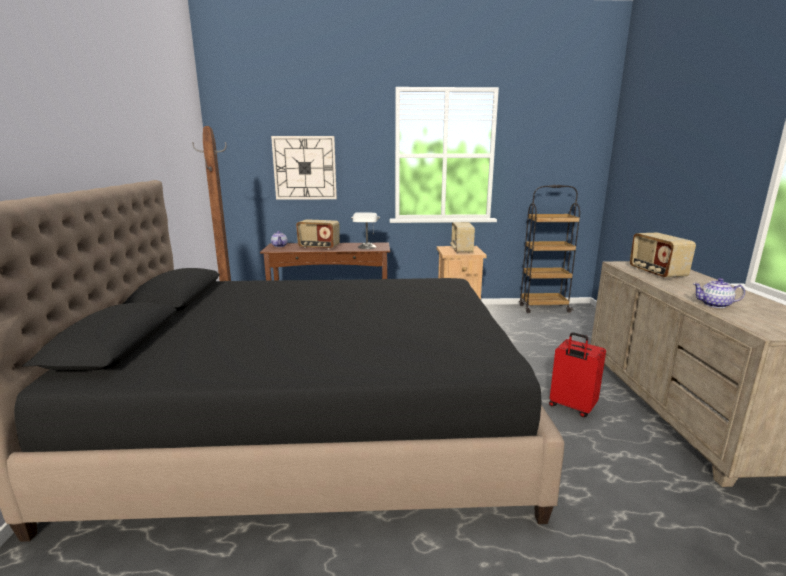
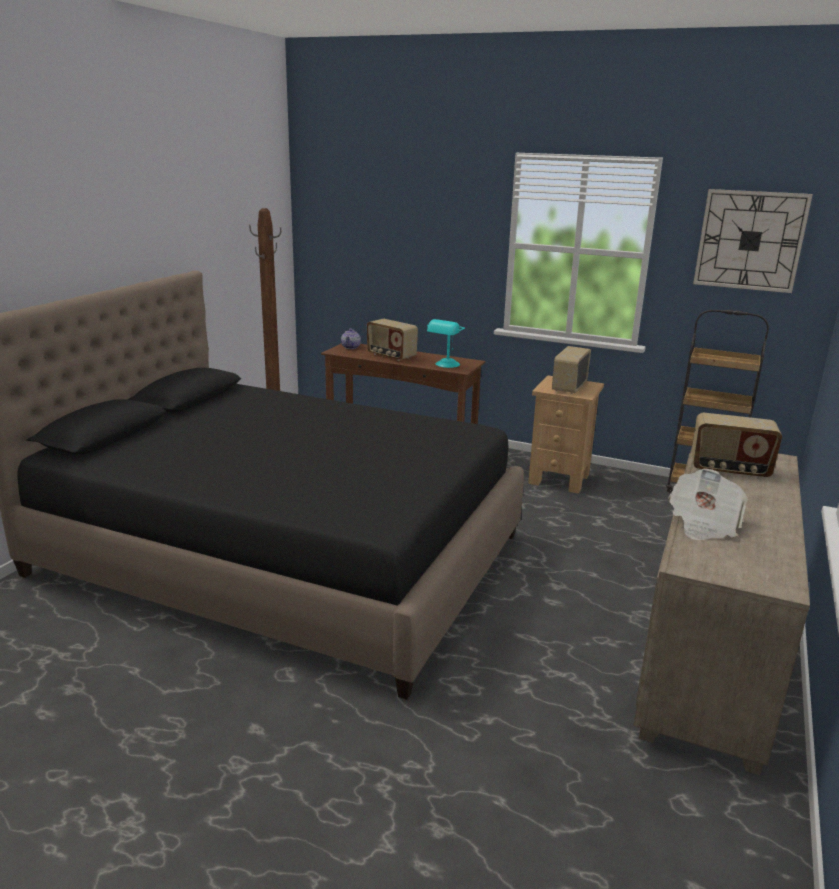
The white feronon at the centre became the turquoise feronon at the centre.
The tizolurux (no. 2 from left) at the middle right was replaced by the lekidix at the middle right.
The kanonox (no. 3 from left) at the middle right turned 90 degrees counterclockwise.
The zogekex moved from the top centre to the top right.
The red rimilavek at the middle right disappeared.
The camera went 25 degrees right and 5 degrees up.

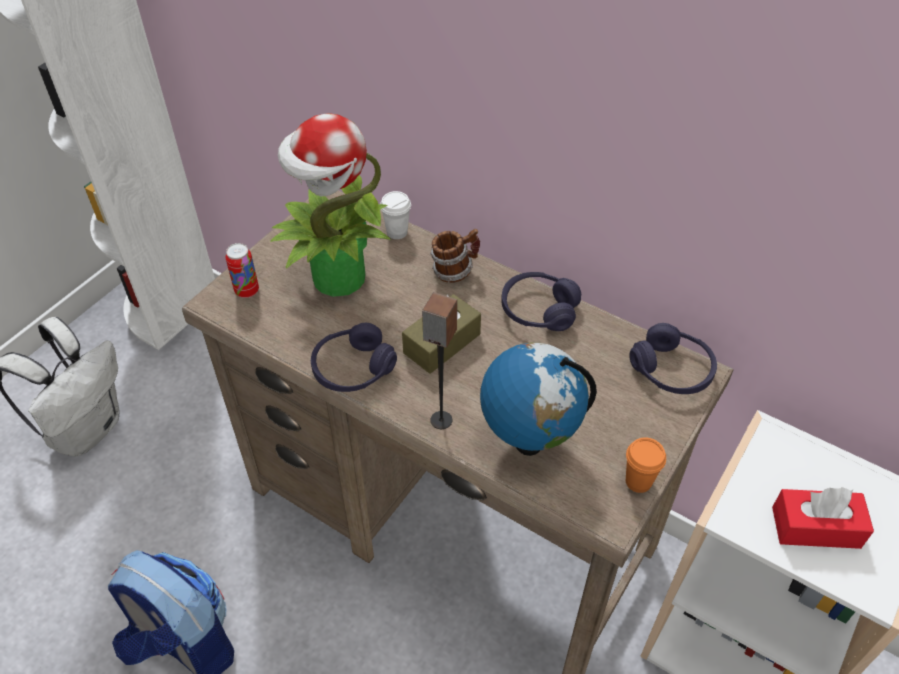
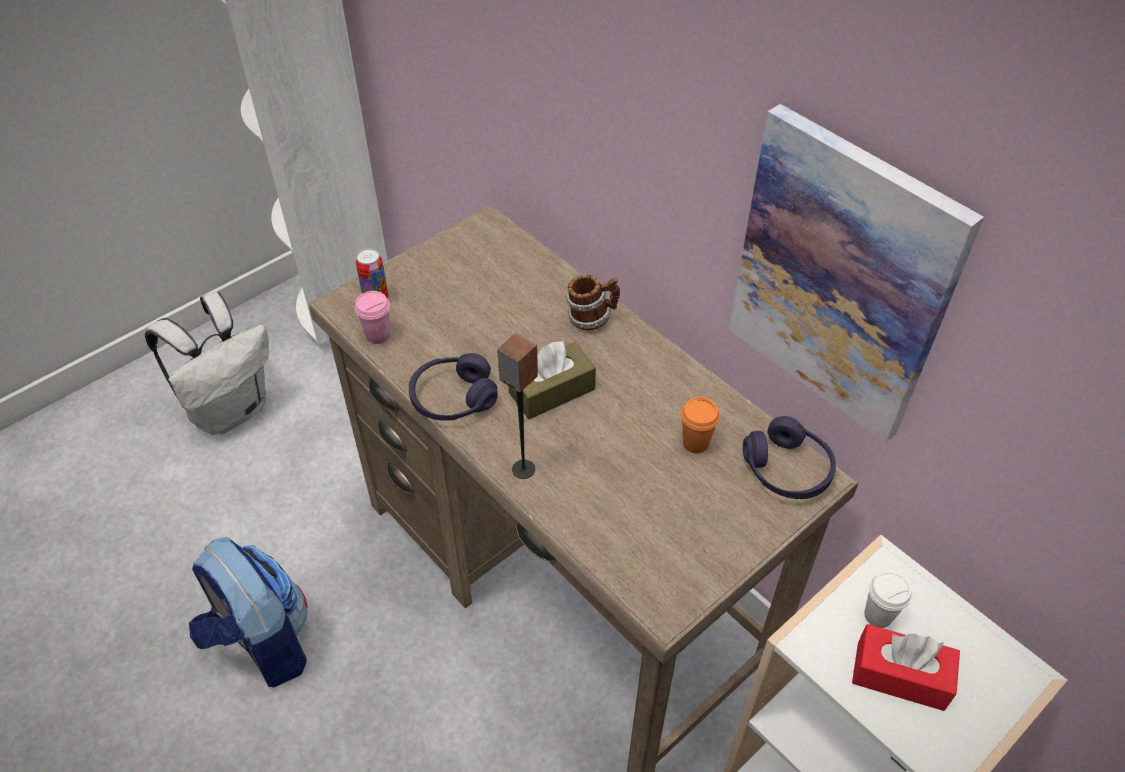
The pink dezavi at the middle left appeared.
The orange dezavi moved from the bottom right to the centre.
The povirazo at the middle right appeared.
The white dezavi moved from the top centre to the bottom right.
The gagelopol at the top centre disappeared.
The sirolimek at the centre disappeared.
The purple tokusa (no. 2 from left) at the centre disappeared.
The camera went 15 degrees right and 0 degrees up.

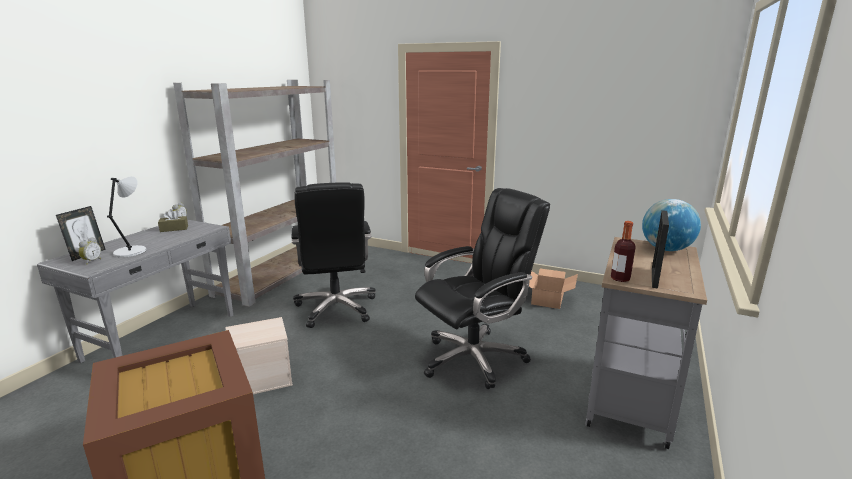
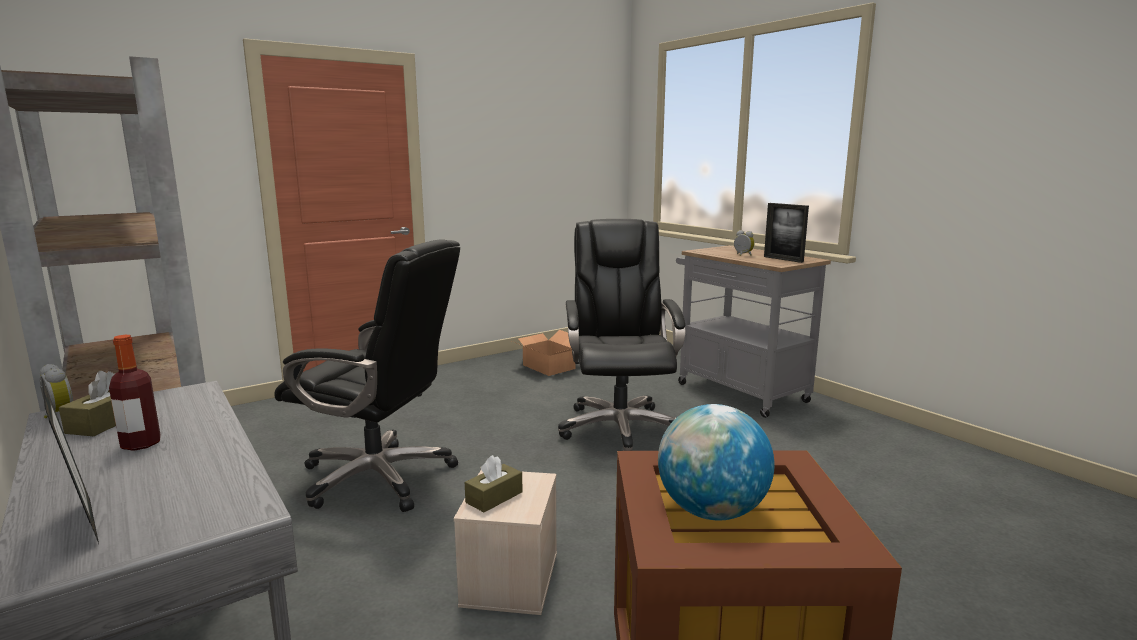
The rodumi moved from the middle right to the middle left.
The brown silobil (no. 2 from left) at the bottom centre appeared.
The sirolimek moved from the middle right to the bottom centre.
The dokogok (no. 1 from left in the first image) moved from the middle left to the centre.
The grey feronon at the middle left disappeared.
The camera went 60 degrees left and 5 degrees down.

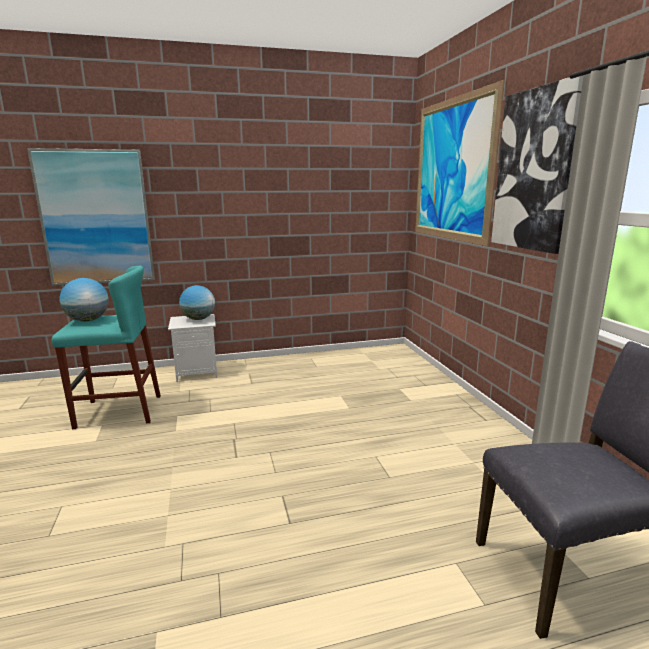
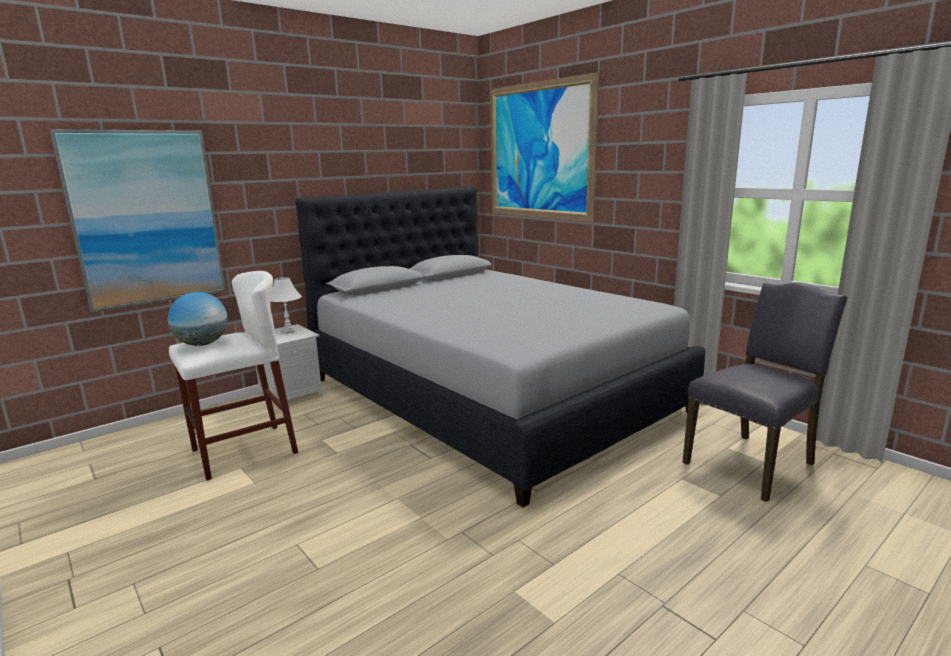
The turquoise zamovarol at the middle left became the white zamovarol at the middle left.
The sirolimek (no. 2 from left) at the middle left was replaced by the white feronon at the middle left.
The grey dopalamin at the centre appeared.
The povirazo (no. 3 from left) at the top right disappeared.
The camera went 25 degrees left and 0 degrees up.

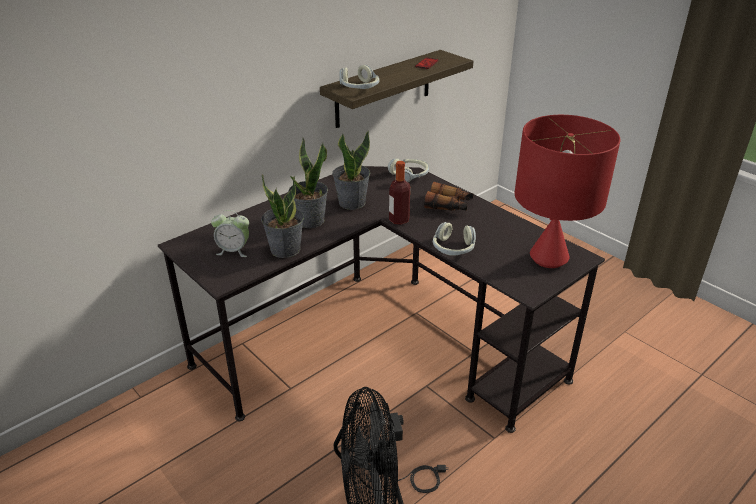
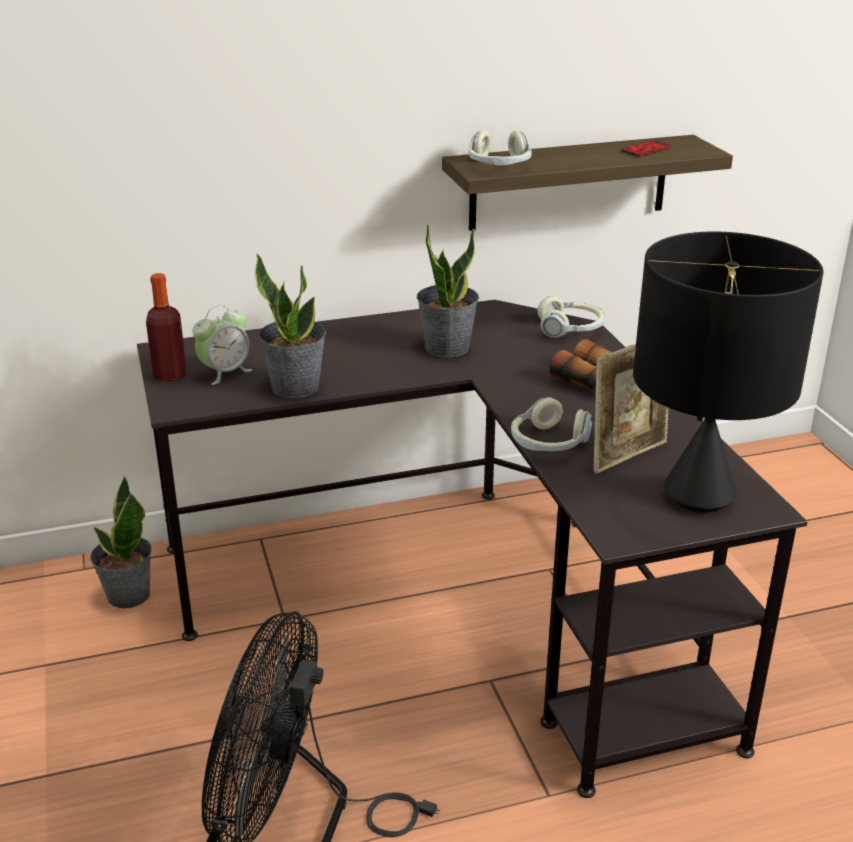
The gagelopol (no. 2 from left in the first image) moved from the centre to the middle left.
The rodumi moved from the centre to the middle left.
The dokogok at the middle left turned 75 degrees counterclockwise.
The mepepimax at the middle right appeared.
The red feronon at the middle right became the black feronon at the middle right.
The camera went 25 degrees right and 5 degrees down.

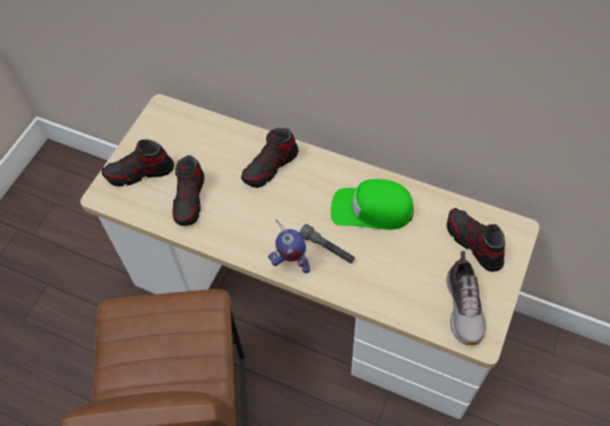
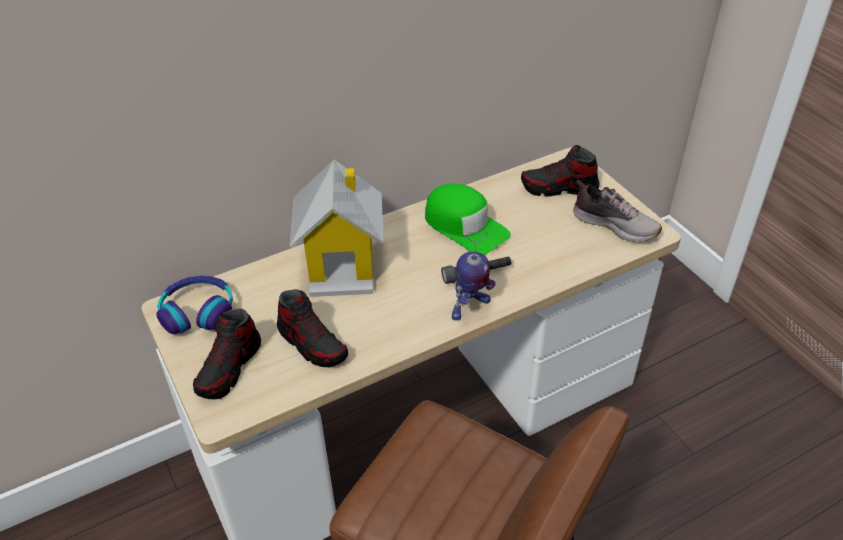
The tokusa at the middle left appeared.
The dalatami (no. 3 from left) at the centre was replaced by the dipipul at the centre.
The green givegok at the centre turned 90 degrees counterclockwise.
The camera went 55 degrees left and 15 degrees down.

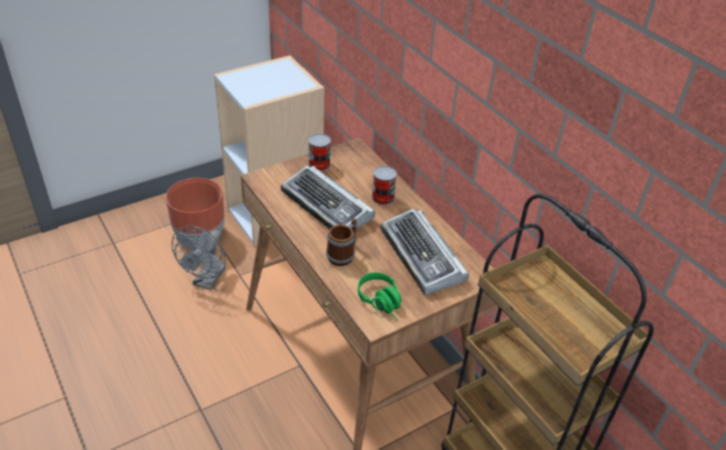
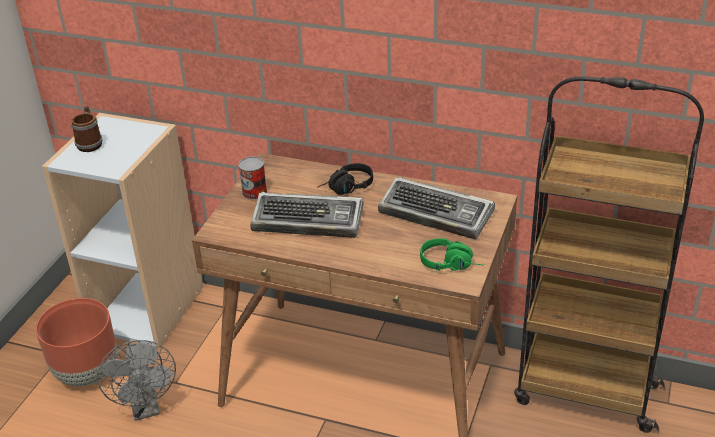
The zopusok moved from the centre to the top left.
The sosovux (no. 2 from left) at the centre was replaced by the black tokusa at the centre.
The camera went 35 degrees left and 5 degrees down.

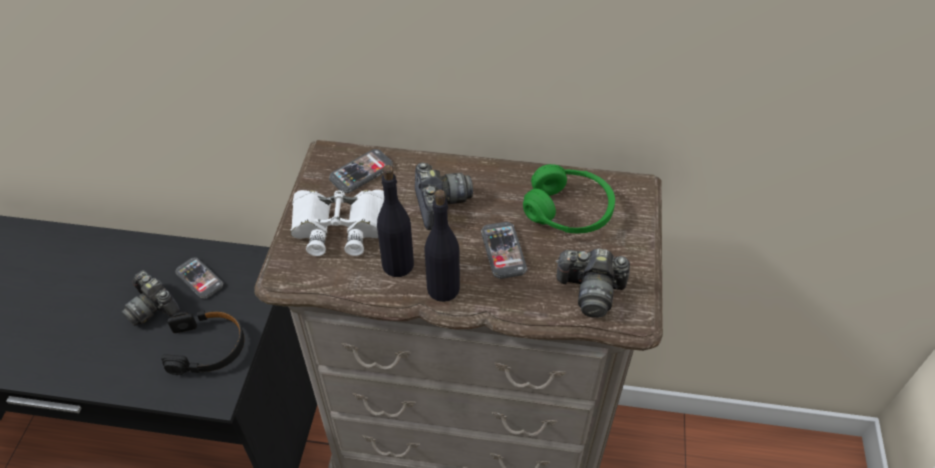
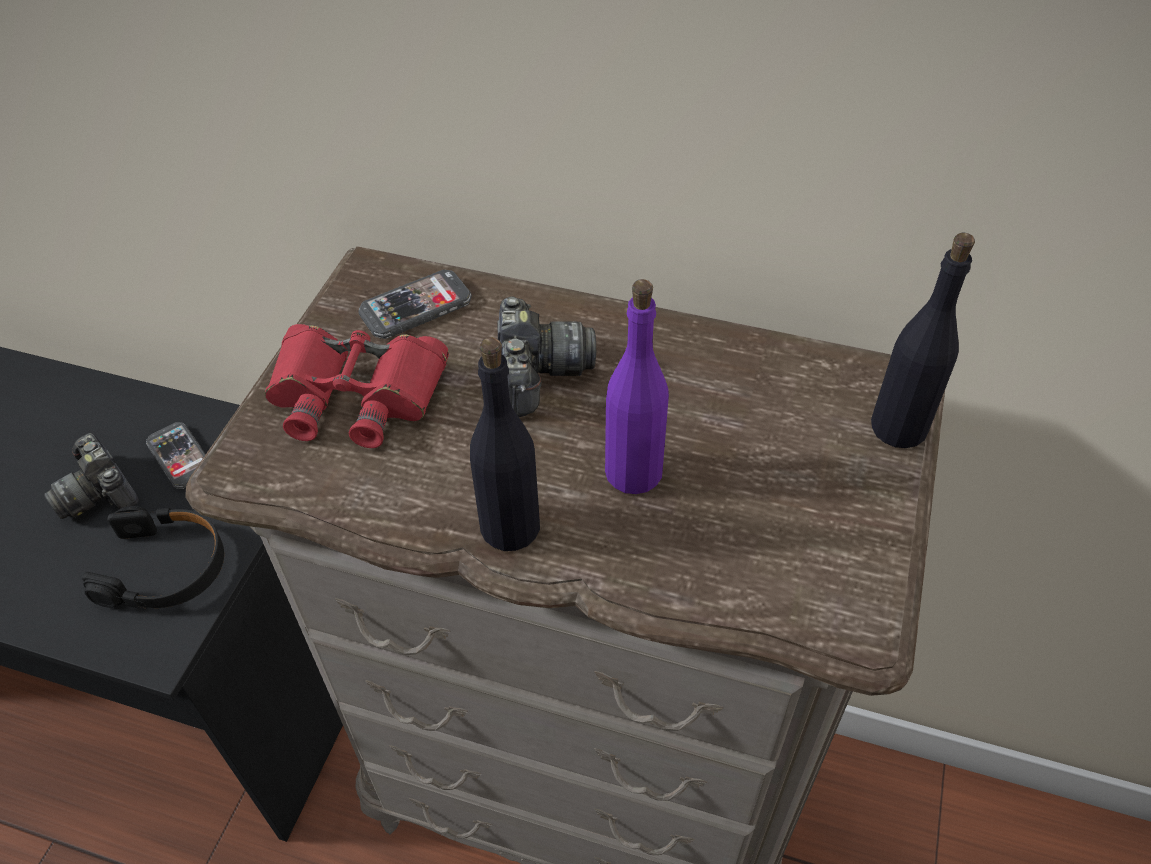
The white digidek at the centre became the red digidek at the middle left.
The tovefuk (no. 3 from left) at the centre was replaced by the purple rodumi at the centre.
The black rodumi (no. 1 from left in the first image) moved from the centre to the middle right.
The green tokusa at the centre disappeared.
The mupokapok (no. 3 from left) at the centre disappeared.
The camera went 10 degrees right and 0 degrees up.

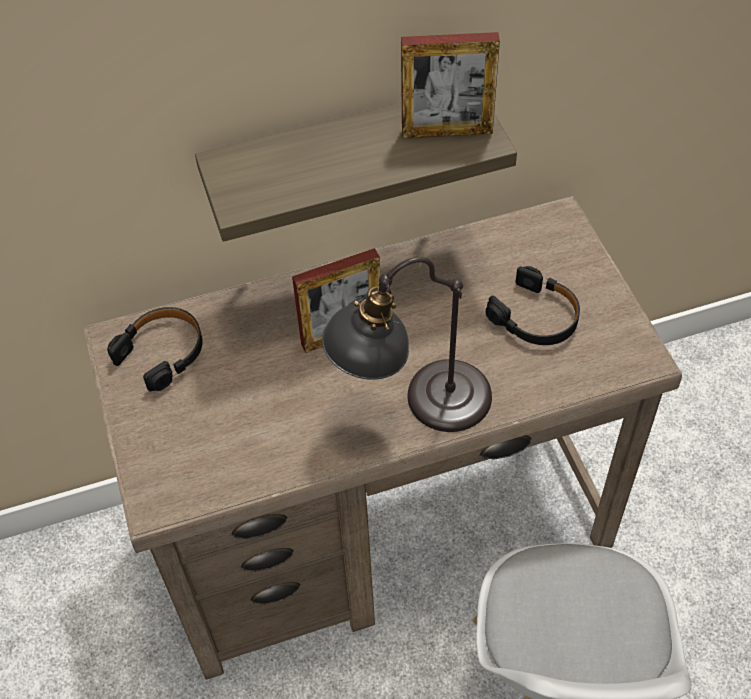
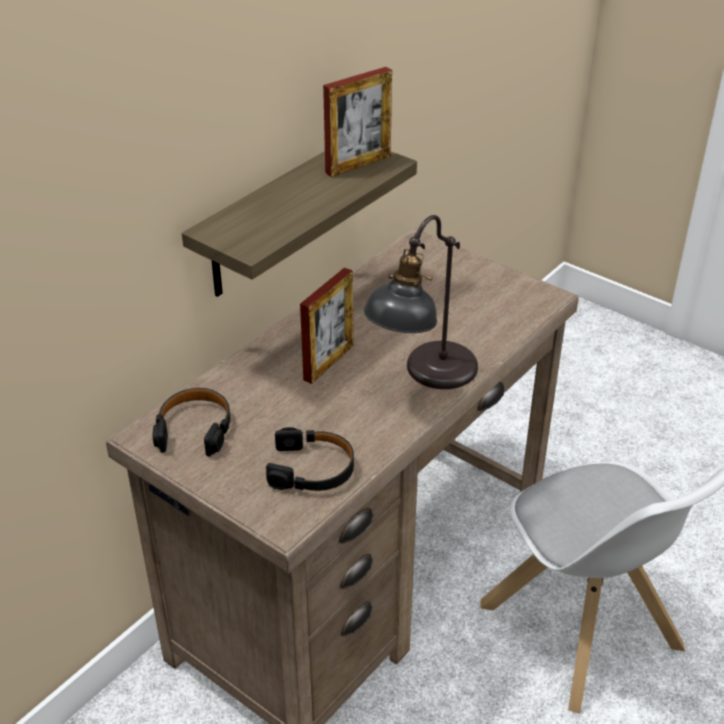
The black tokusa (no. 2 from left) moved from the middle right to the centre.
The camera went 35 degrees left and 15 degrees down.

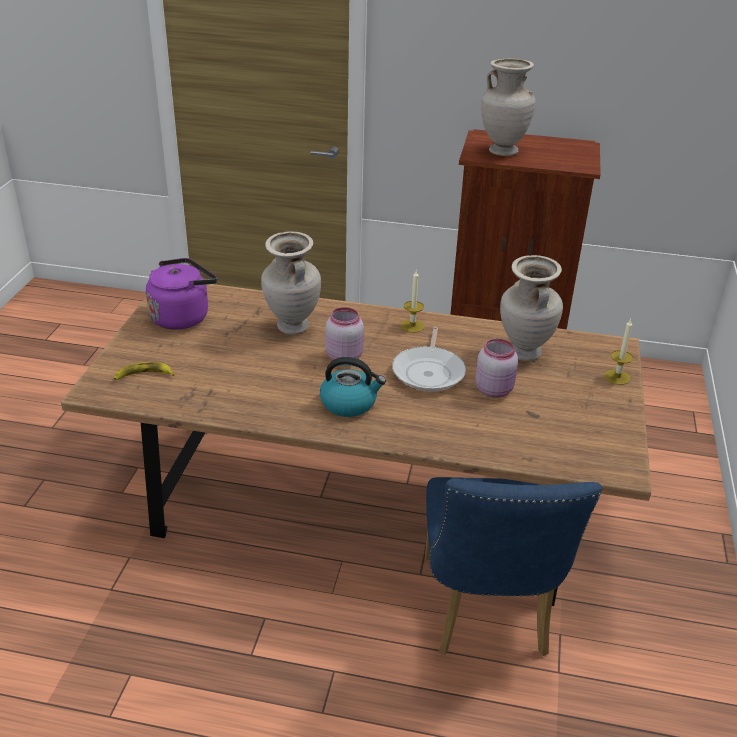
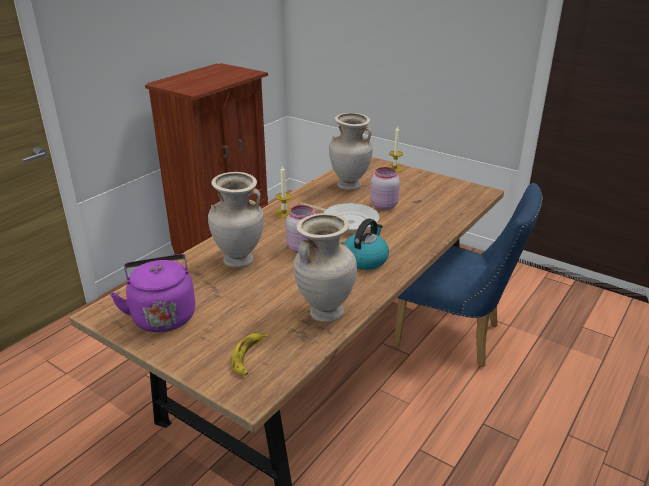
The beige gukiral (no. 2 from left) moved from the top right to the centre.
The camera went 65 degrees left and 5 degrees down.

